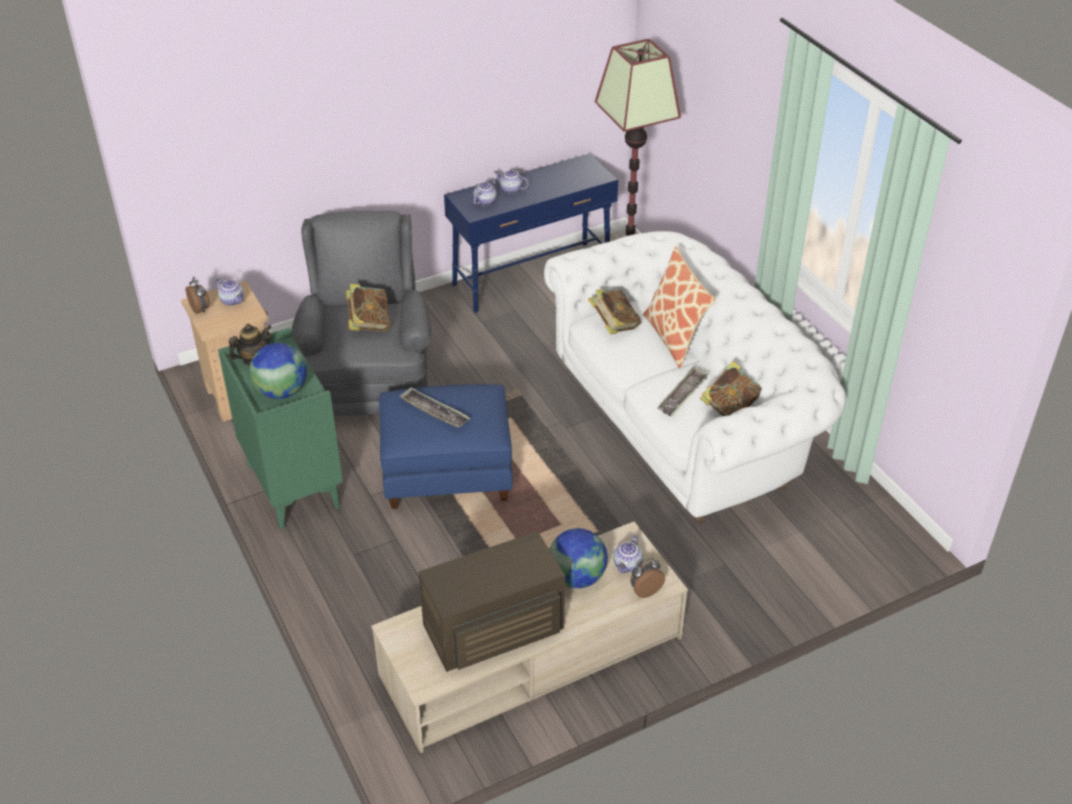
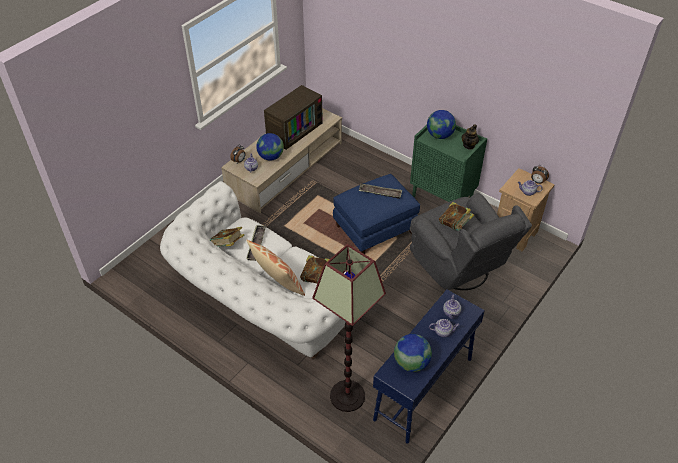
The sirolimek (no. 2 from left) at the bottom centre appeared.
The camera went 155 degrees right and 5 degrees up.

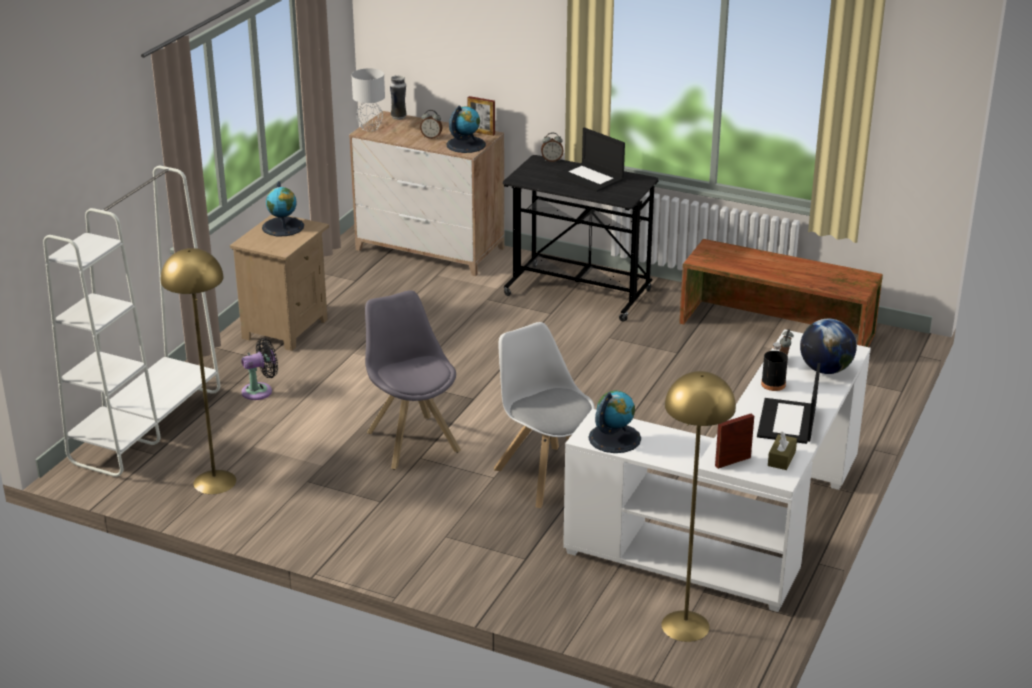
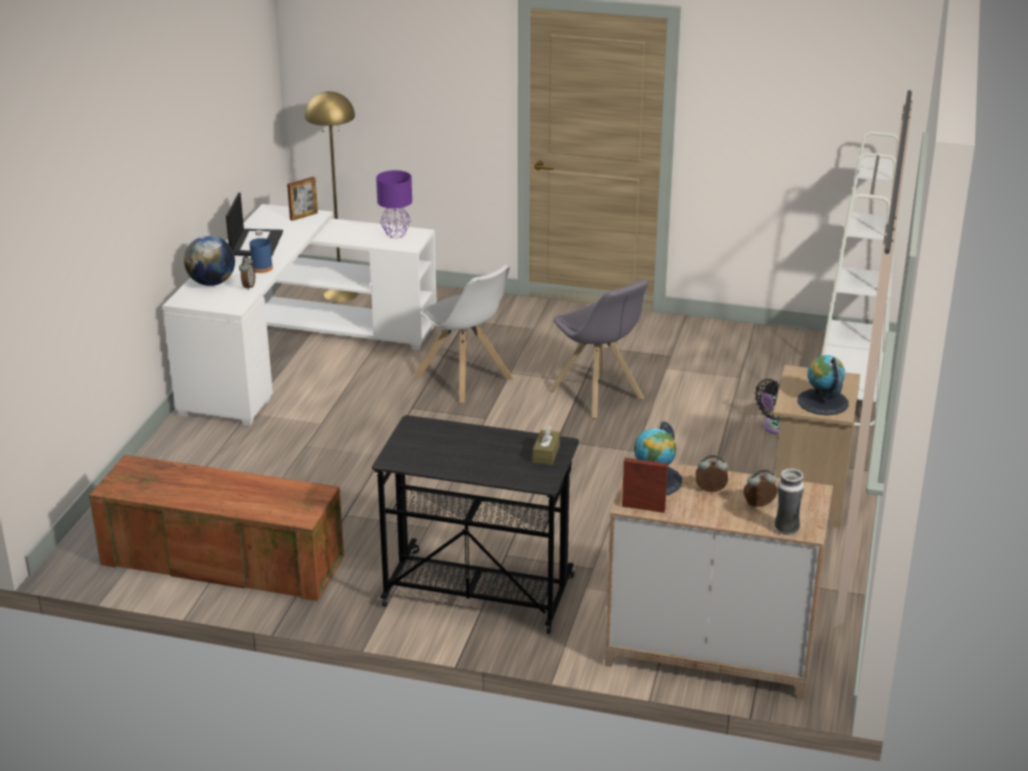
The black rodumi at the middle right became the blue rodumi at the top left.
The sirolimek (no. 3 from left) at the centre was replaced by the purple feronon at the top centre.
The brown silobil moved from the middle right to the centre.
The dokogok (no. 2 from left in the first image) moved from the top centre to the middle right.
The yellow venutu (no. 1 from left) at the middle left disappeared.
The grey feronon at the top centre disappeared.
The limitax (no. 1 from left) at the top centre disappeared.
The camera went 170 degrees right and 0 degrees up.

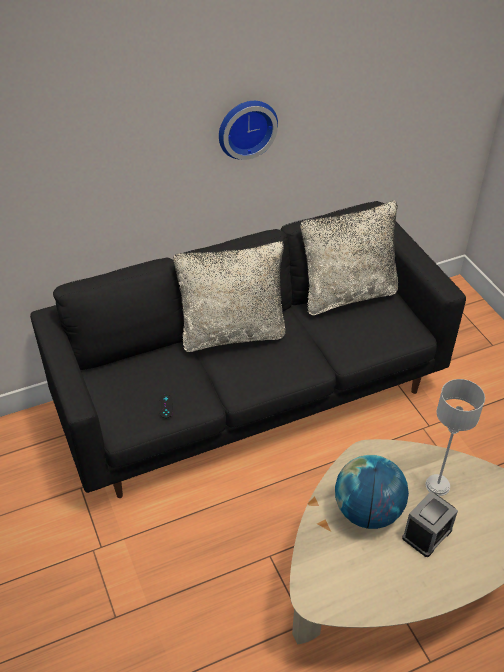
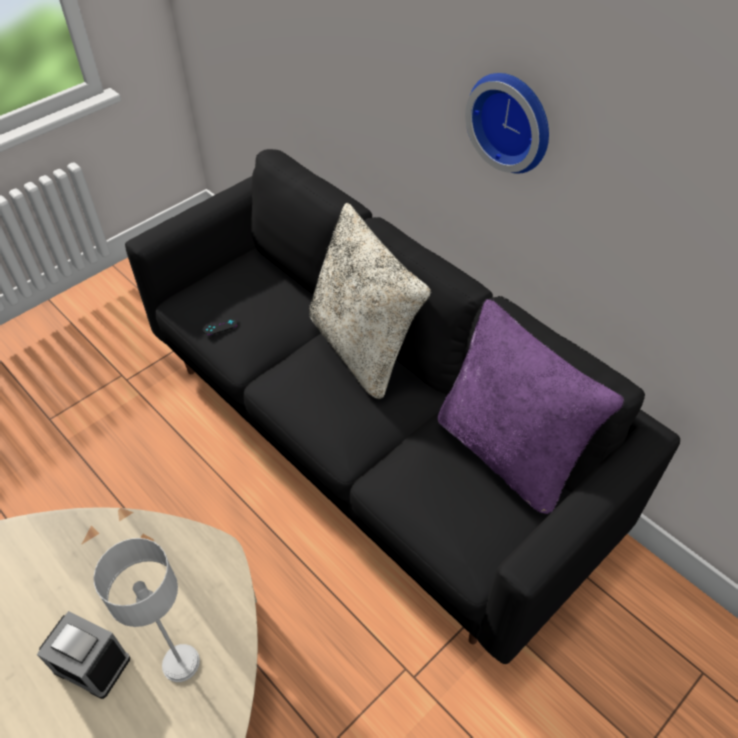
The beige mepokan (no. 2 from left) at the middle right became the purple mepokan at the middle right.
The sirolimek at the bottom right disappeared.
The camera went 70 degrees right and 5 degrees up.

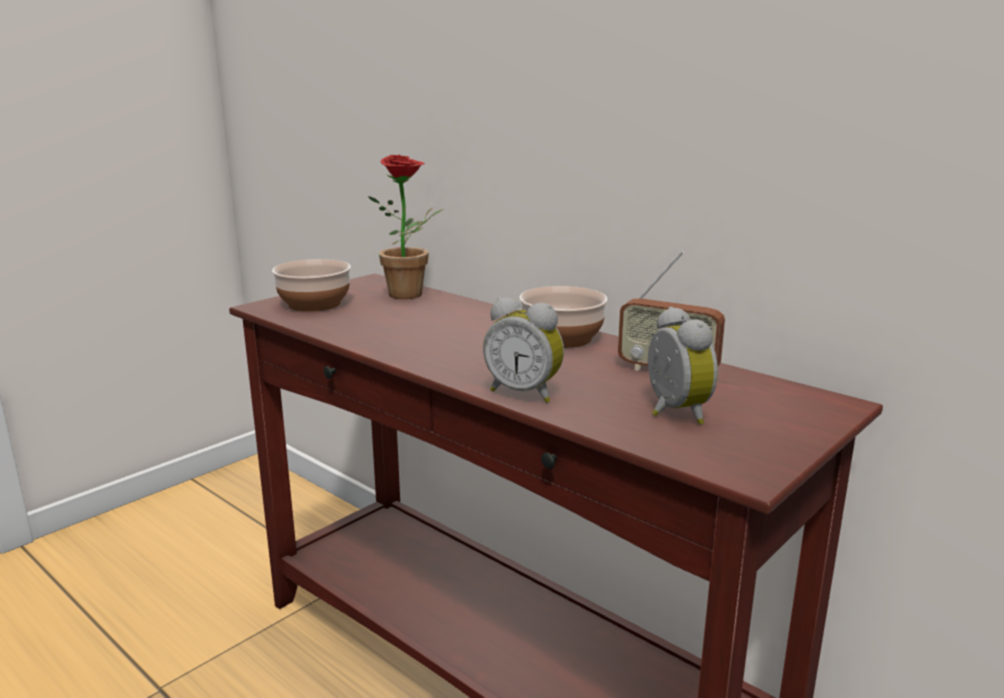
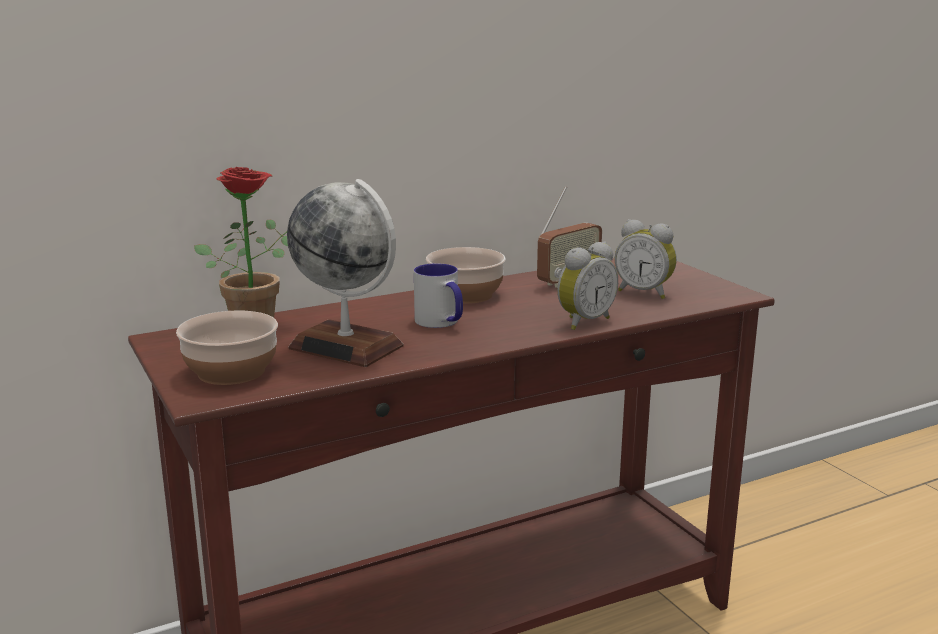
The sirolimek at the centre appeared.
The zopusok at the centre appeared.
The dokogok (no. 2 from left) at the middle right turned 150 degrees counterclockwise.
The camera went 70 degrees left and 0 degrees up.

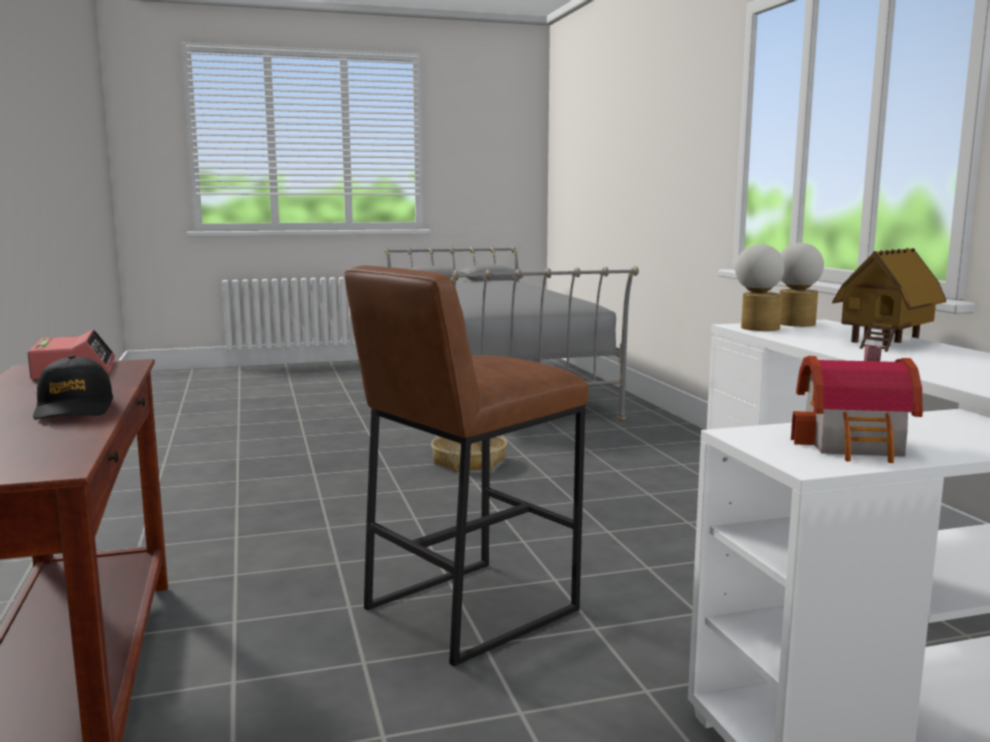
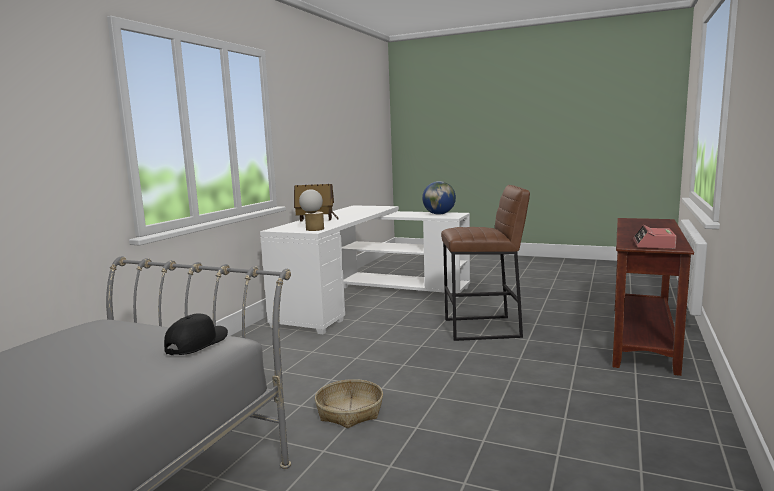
The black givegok moved from the middle left to the bottom left.
The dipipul (no. 1 from left) at the middle right was replaced by the sirolimek at the centre.
The feronon (no. 2 from left) at the middle right disappeared.
The camera went 140 degrees left and 0 degrees up.

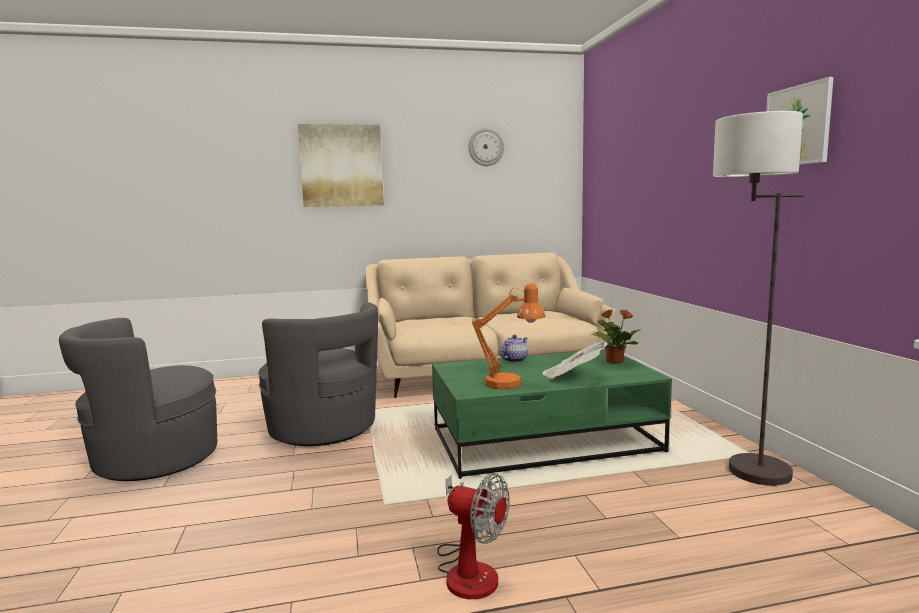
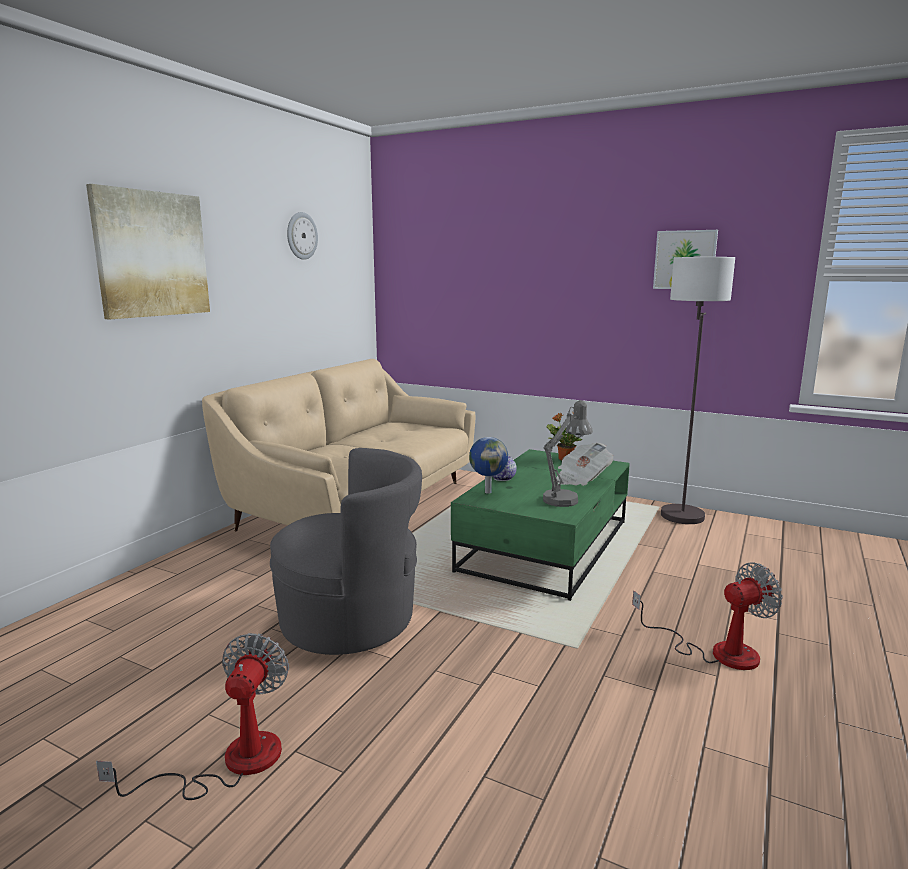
The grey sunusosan (no. 1 from left) at the middle left was replaced by the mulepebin (no. 1 from left) at the bottom left.
The sirolimek at the centre appeared.
The orange feronon at the centre became the grey feronon at the centre.
The camera went 50 degrees left and 5 degrees up.

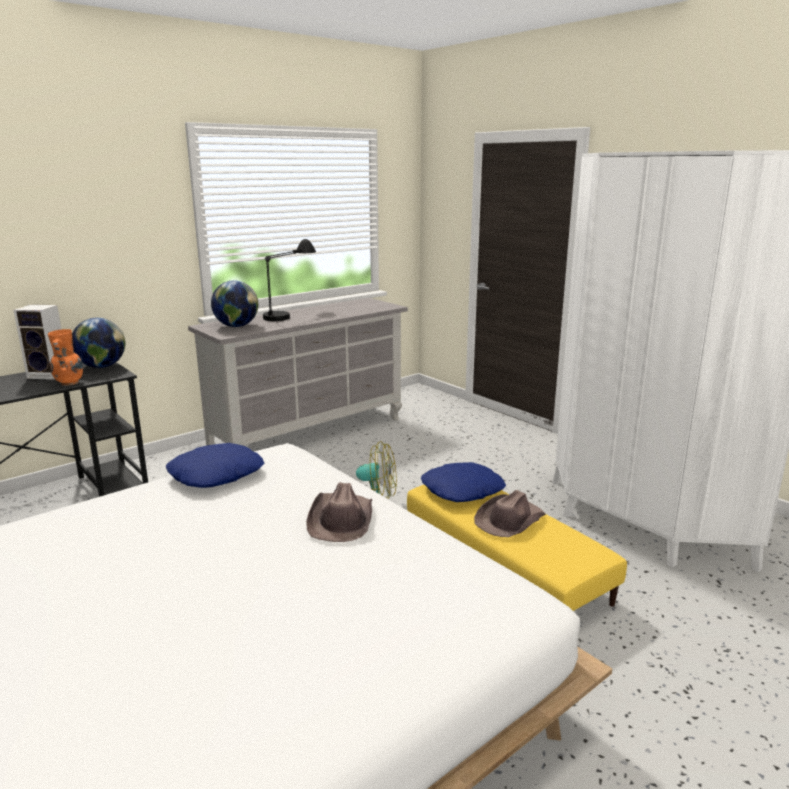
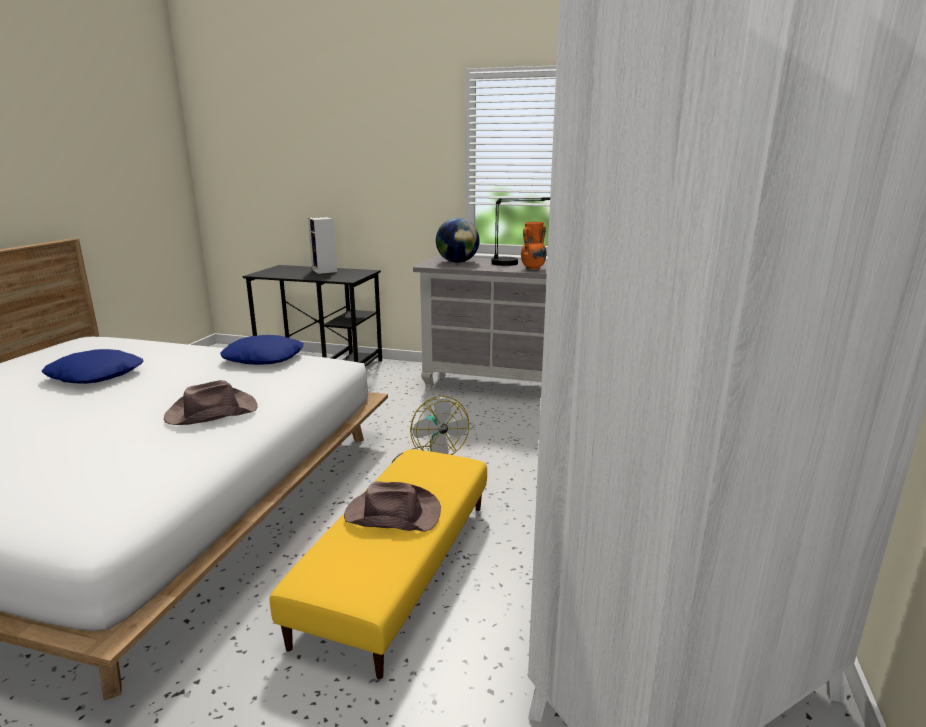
The blue mepokan (no. 2 from left in the first image) moved from the centre to the middle left.
The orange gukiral moved from the middle left to the centre.
The sirolimek (no. 1 from left) at the middle left disappeared.
The camera went 55 degrees right and 0 degrees up.

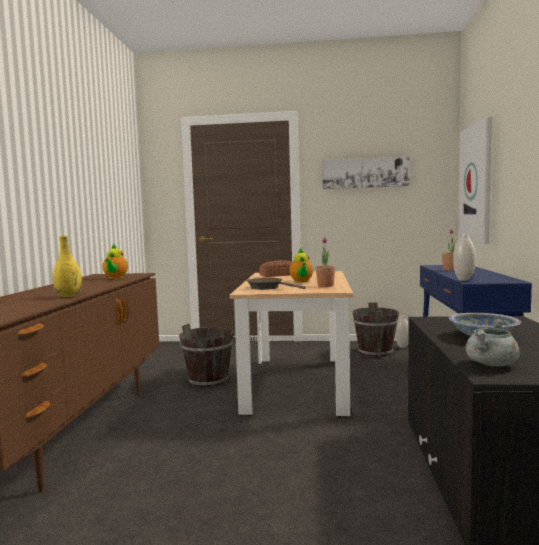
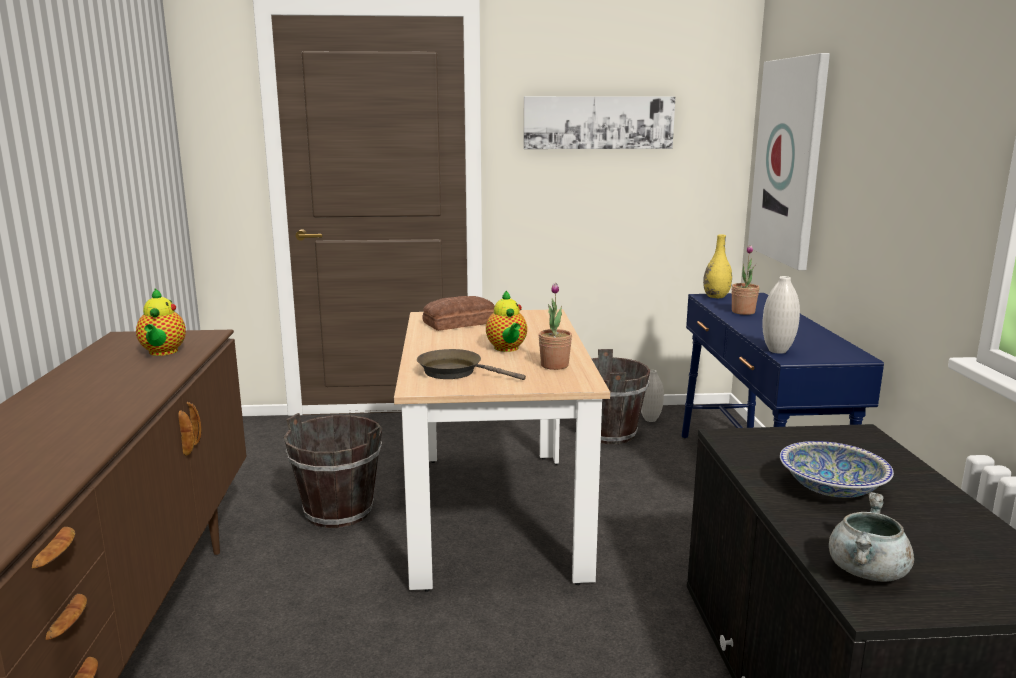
The yellow gukiral moved from the middle left to the middle right.
The camera went 10 degrees left and 10 degrees up.

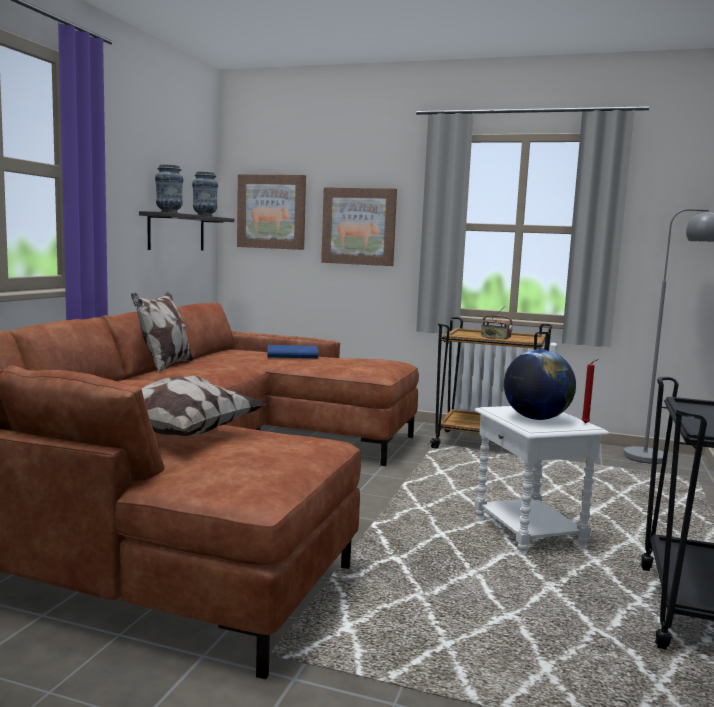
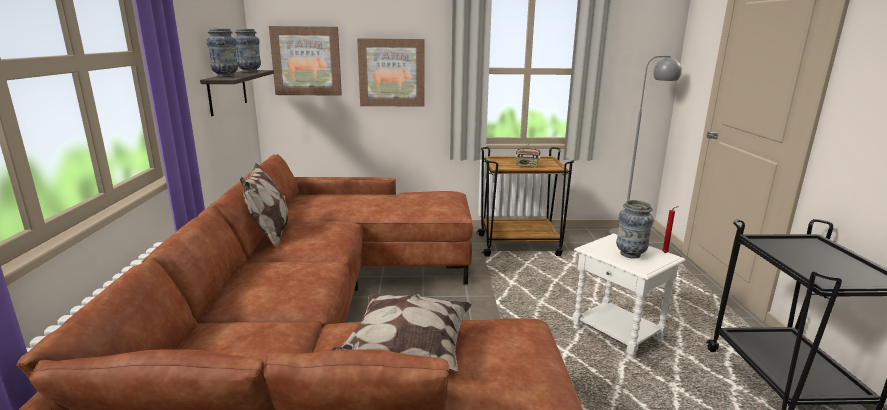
The sirolimek at the middle right was replaced by the gukiral (no. 3 from left) at the middle right.
The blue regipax at the centre disappeared.
The camera went 20 degrees left and 10 degrees up.

